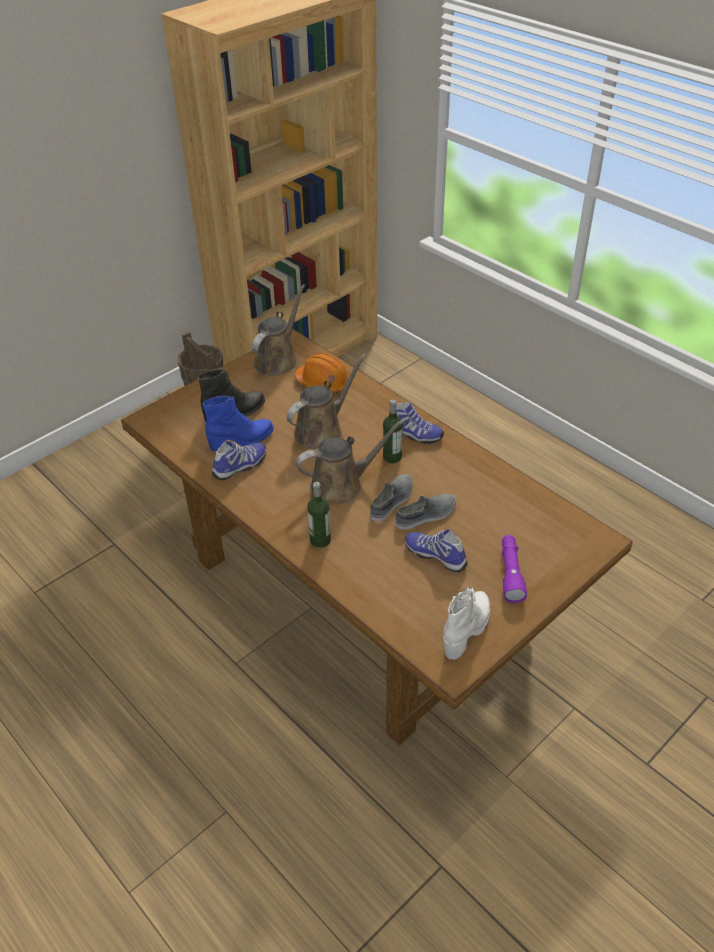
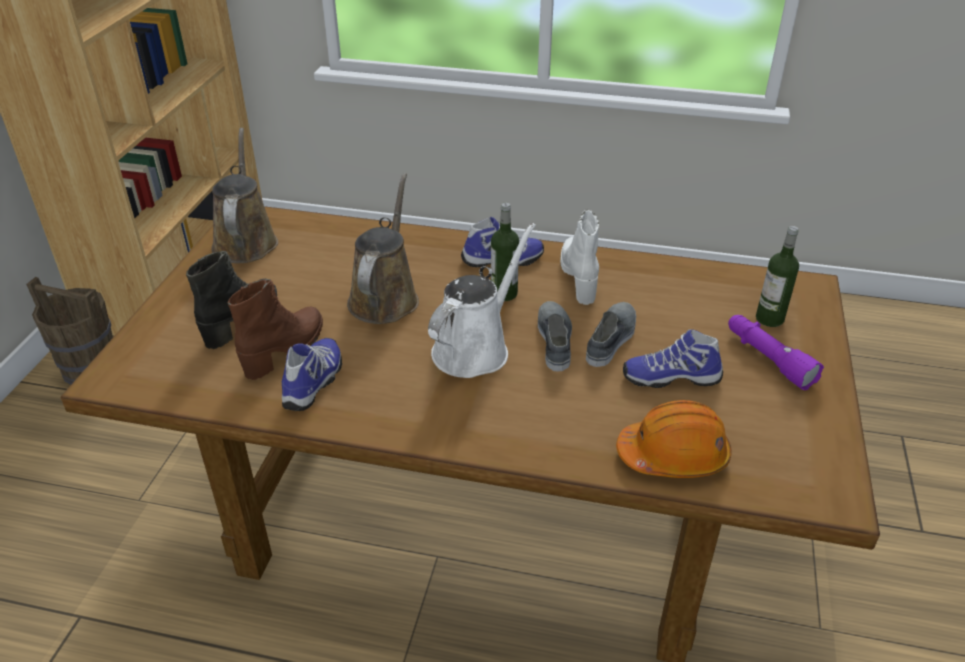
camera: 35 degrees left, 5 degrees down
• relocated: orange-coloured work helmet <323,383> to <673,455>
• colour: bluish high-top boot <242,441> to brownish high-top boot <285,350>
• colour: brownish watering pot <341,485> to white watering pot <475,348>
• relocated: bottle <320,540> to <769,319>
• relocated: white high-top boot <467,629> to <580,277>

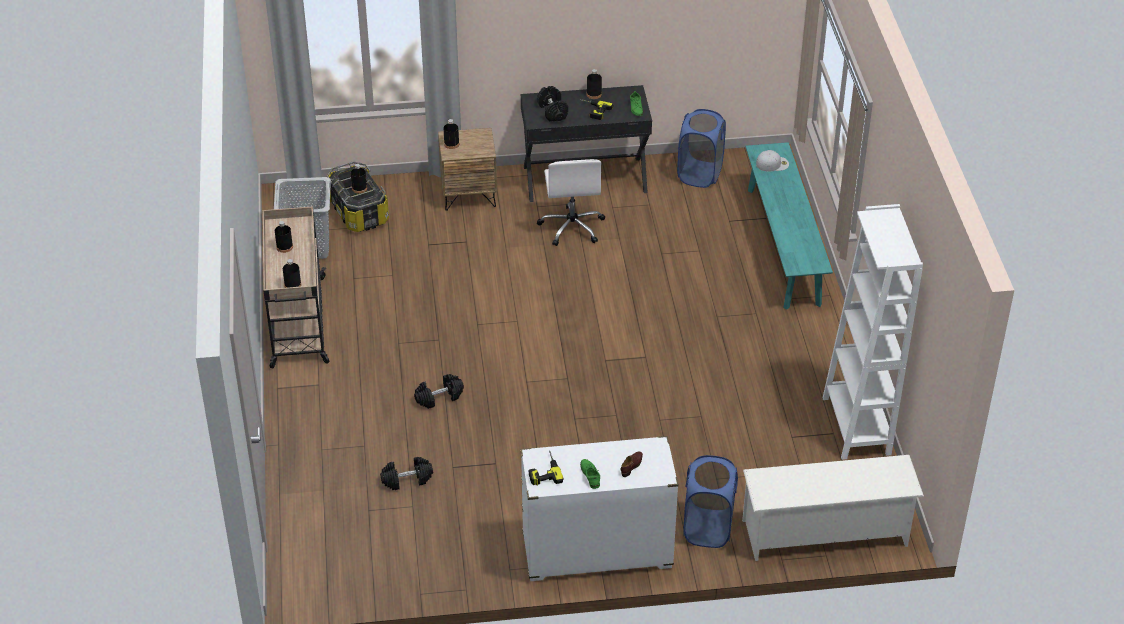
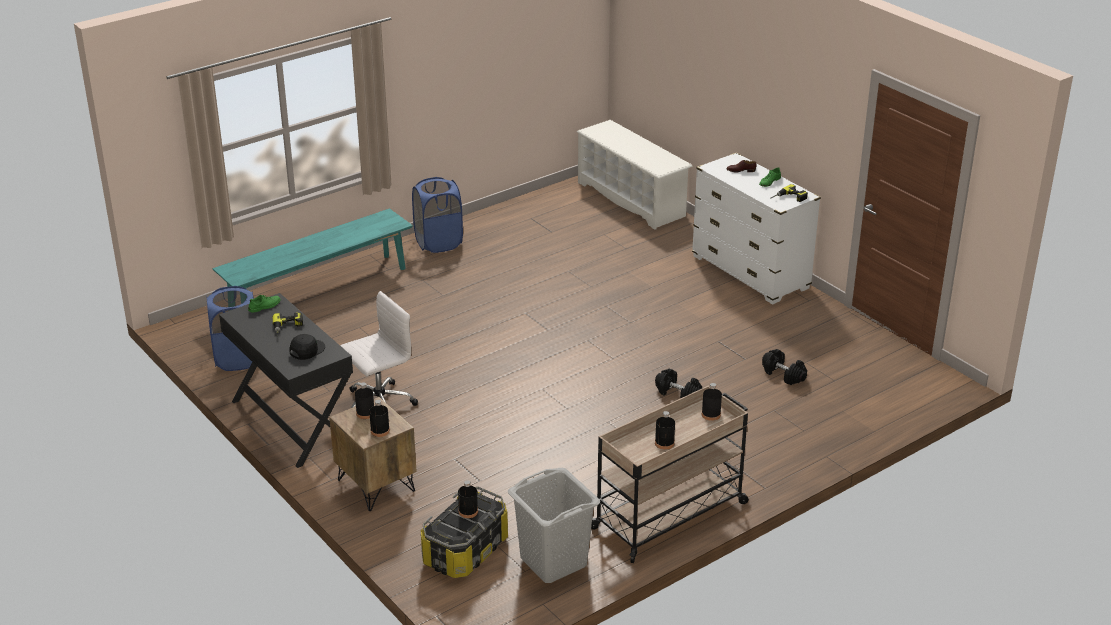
camera: 120 degrees left, 10 degrees down
• relocated: blackish bottle <594,94> to <365,413>
• exchanged: blackish dumbbell <553,111> to blackish peaked cap <307,350>
• missing: white peaked cap <772,164>
• missing: white bookcase <856,426>
• relocated: bluish washing basket <708,528> to <438,243>

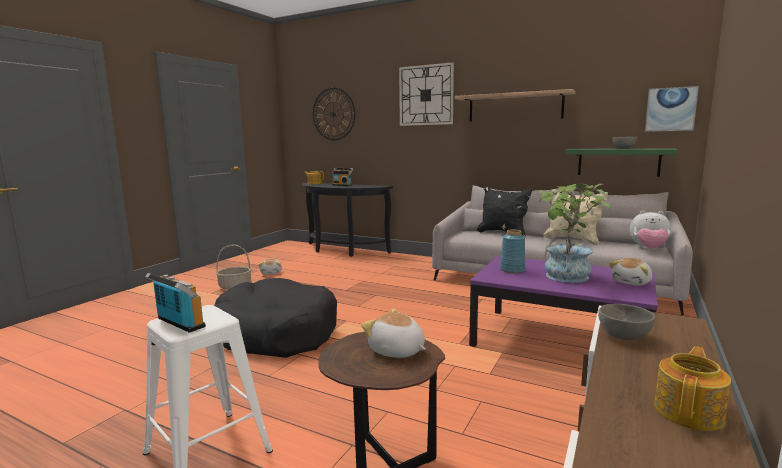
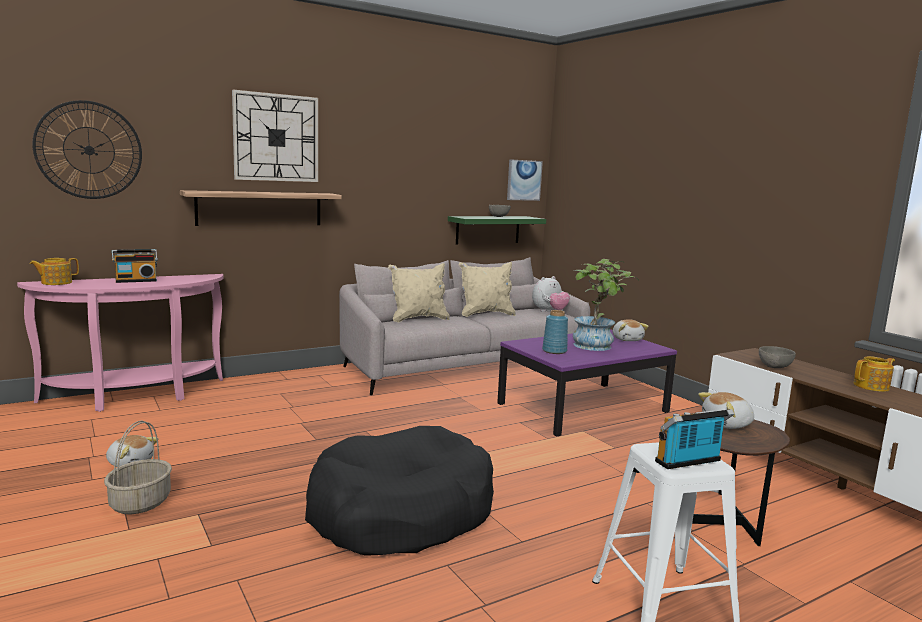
camera: 60 degrees left, 0 degrees up
• relocated: wall shelf <515,107> to <260,208>
• colour: blackish hall table <342,250> to pink-coloured hall table <136,397>
• colour: blackish cushion <502,233> to beige cushion <418,319>
• spun: pot for tea <689,412> = <872,386> 90 degrees clockwise

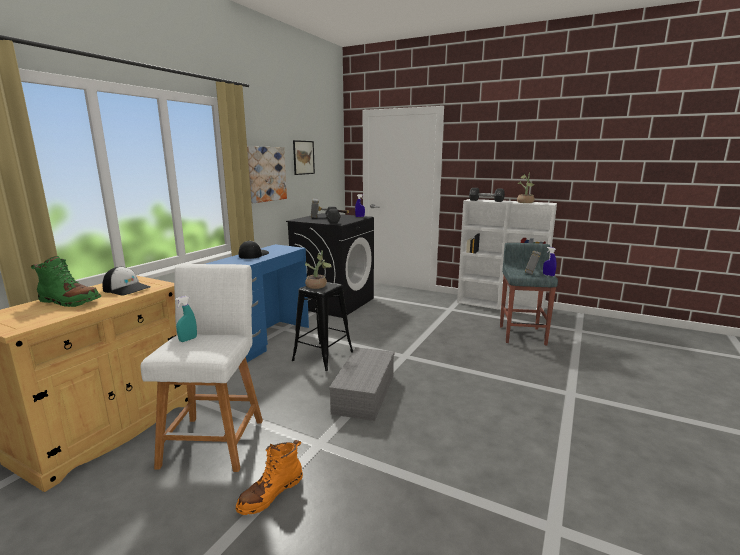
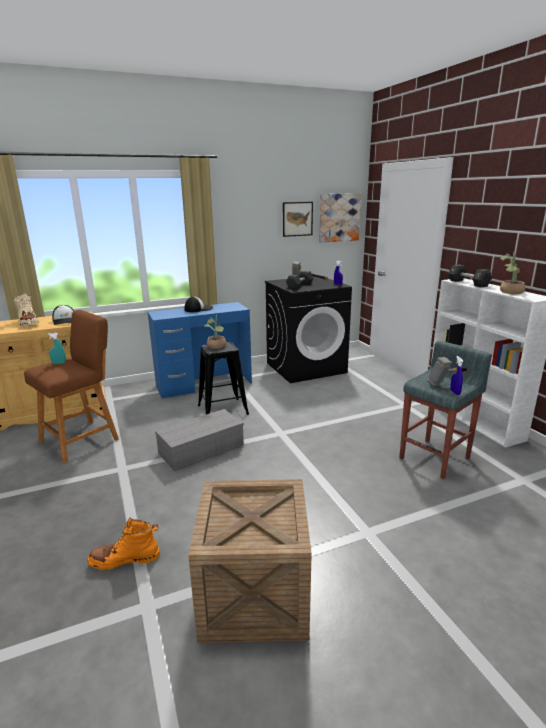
camera: 40 degrees right, 5 degrees up
• relocated: wall art <266,174> to <339,217>
• colour: green high-top boot <69,301> to beige high-top boot <28,323>
• colour: white stool seat <215,439> to brownish stool seat <83,439>
• relocated: orange-coloured high-top boot <271,493> to <125,559>
• appeared: packing crate <254,594>

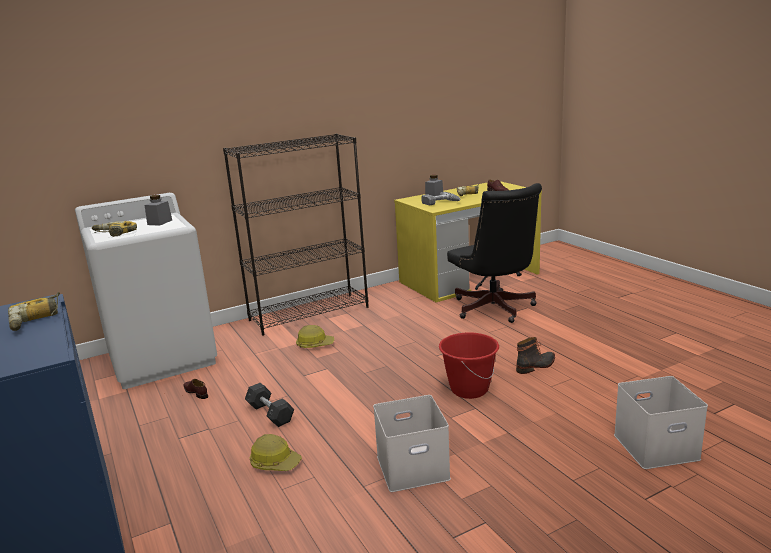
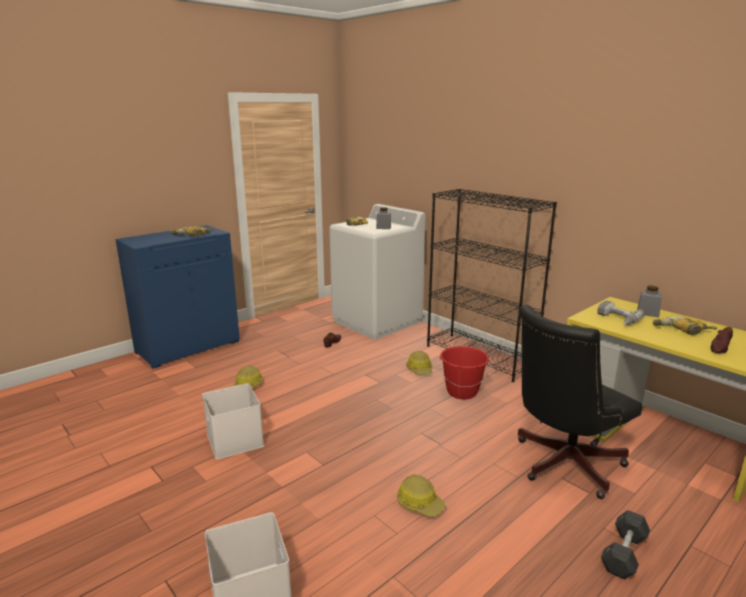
camera: 75 degrees right, 0 degrees up
• relocated: red bucket <469,389> to <462,392>
• exchanged: high-top boot <536,366> to work helmet <420,503>
• relocated: grey dumbbell <270,413> to <624,553>

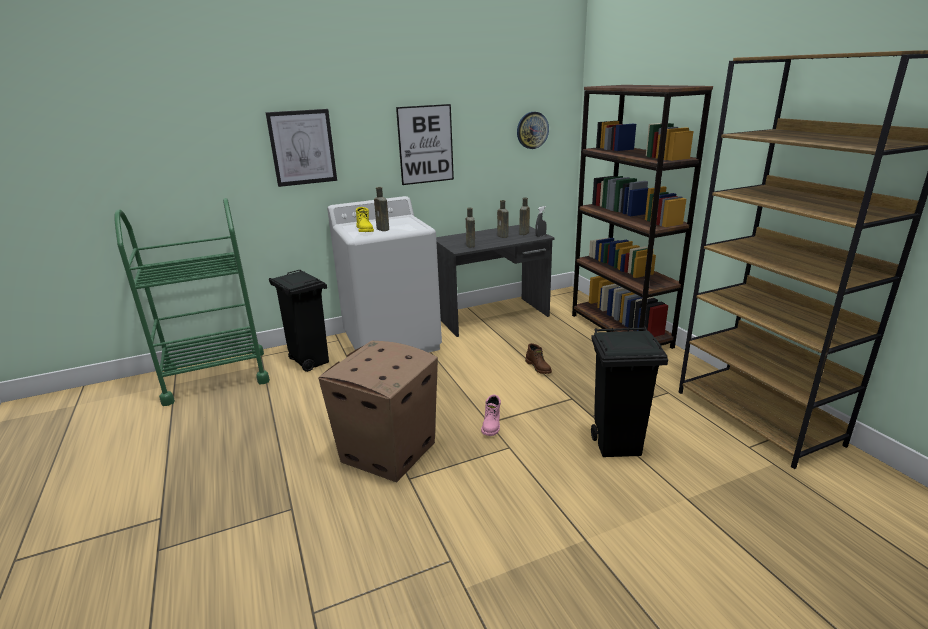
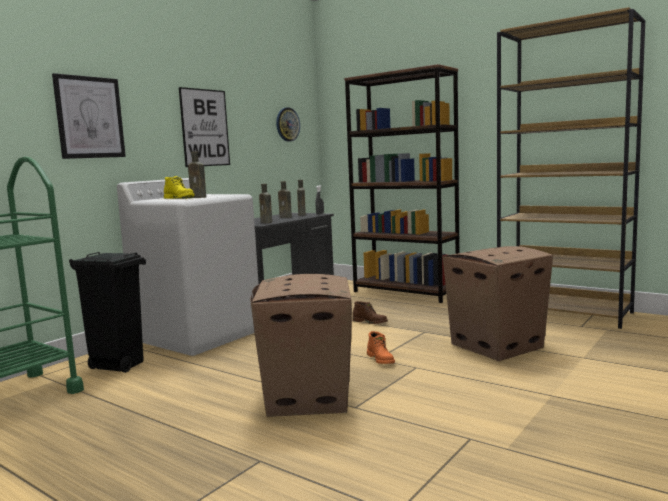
camera: 30 degrees left, 15 degrees down
• exchanged: blackish waste bin <618,445> to carton <497,346>
• colour: pink-coloured high-top boot <492,425> to orange-coloured high-top boot <381,359>

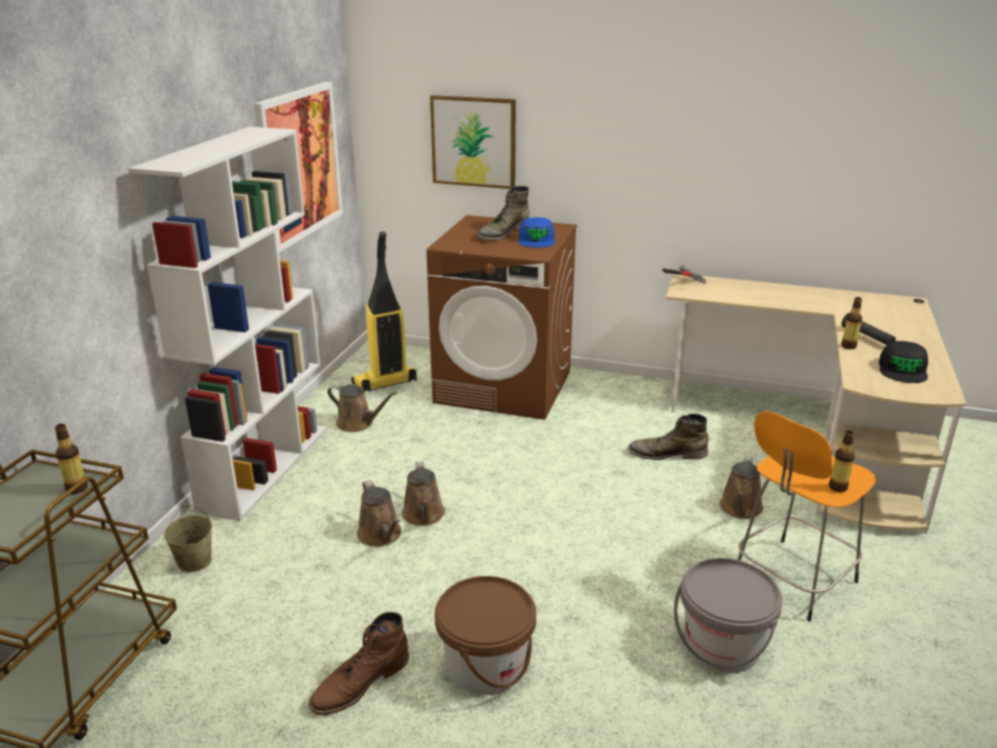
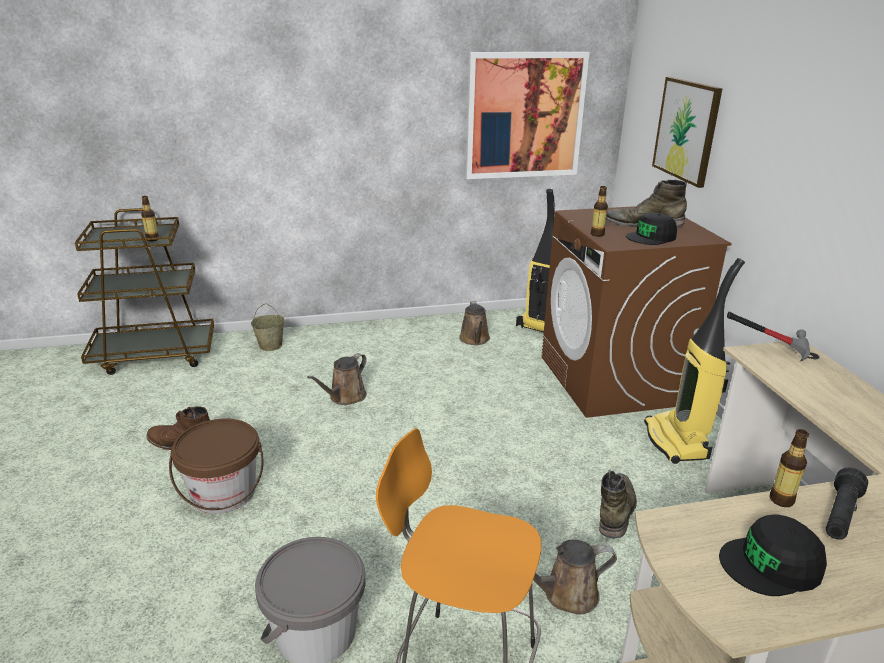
camera: 60 degrees right, 0 degrees up
• missing: white bookcase <265,467>
• colour: bluish peaked cap <536,240> to blackish peaked cap <651,237>
• spun: green high-top boot <667,453> = <616,509> 45 degrees clockwise
• relocated: bottle <837,487> to <597,234>
• missing: brownish watering pot <424,516>
• appeared: vacuum cleaner <677,441>

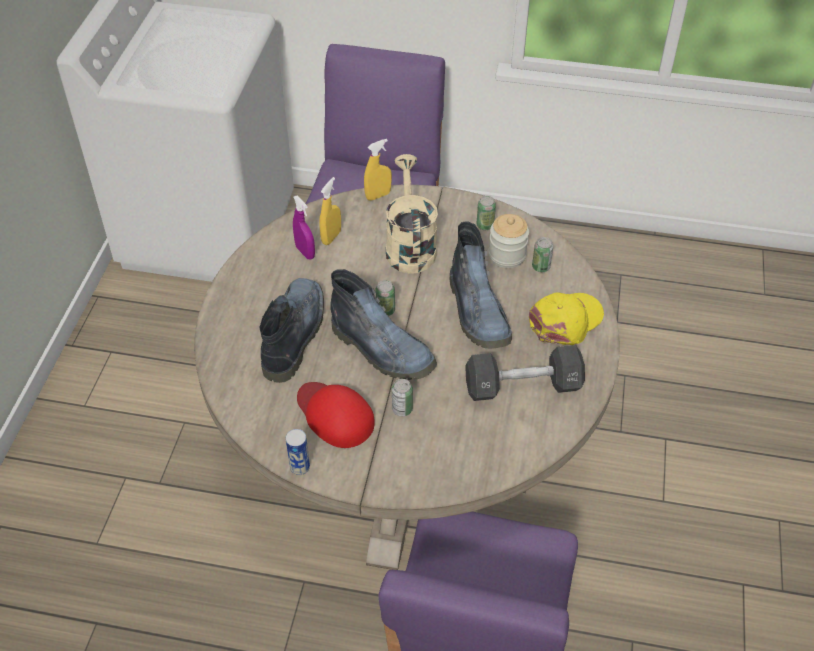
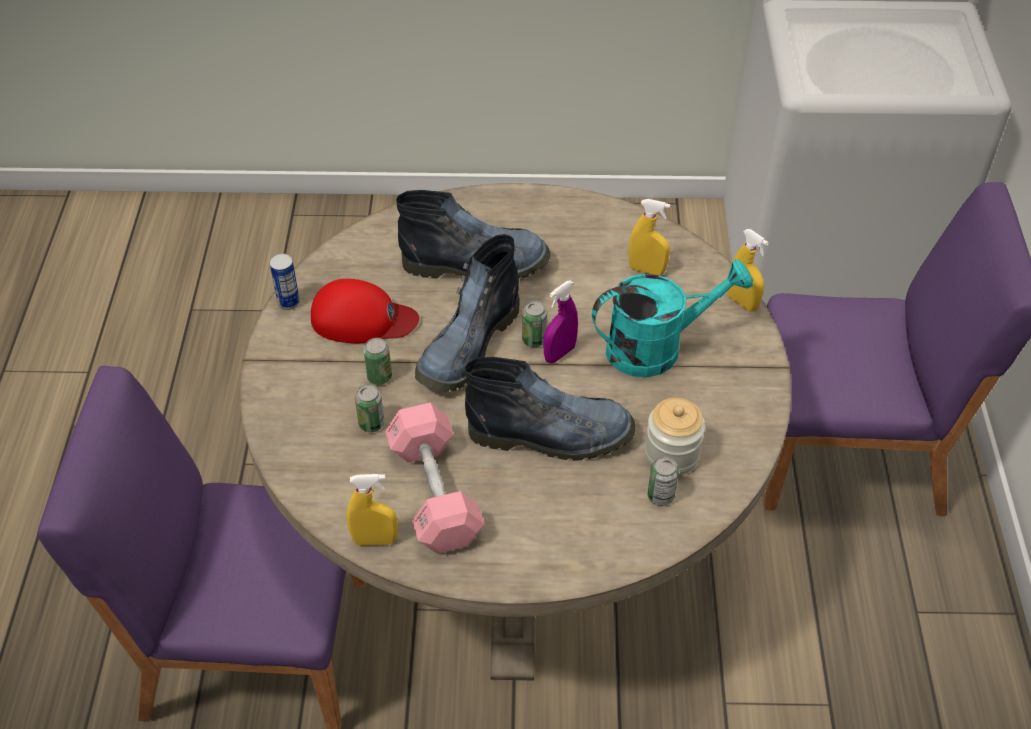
camera: 80 degrees right, 0 degrees up
• colour: beige watering pot <409,245> to blue-green watering pot <657,347>
• relocated: purplish spray bottle <305,252> to <559,353>
• relocated: sealed can <485,225> to <371,424>
• spun: high-top boot <479,313> = <553,434> 150 degrees counterclockwise
• missing: yellow peaked cap <566,321>
• colour: blackish dumbbell <522,386> to pink-coloured dumbbell <434,493>
• spun: red peaked cap <334,415> = <362,319> 60 degrees clockwise
• appeared: yellow spray bottle <375,540>

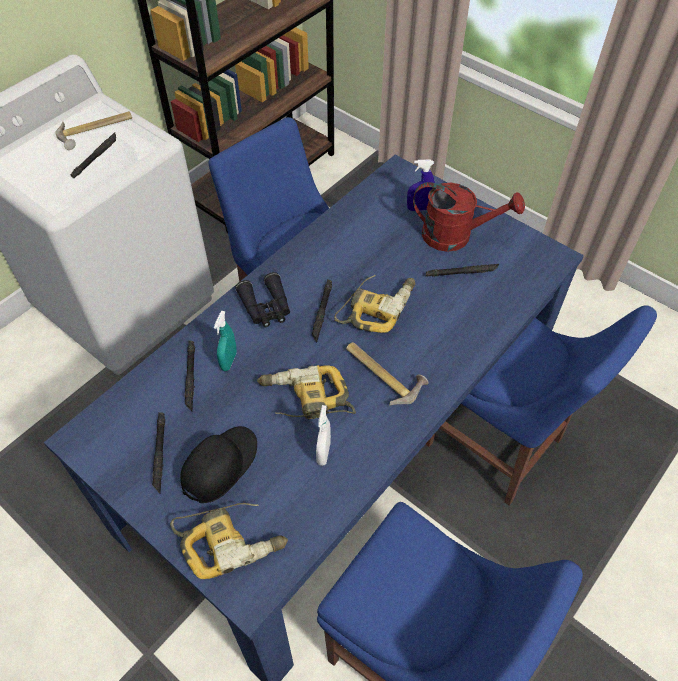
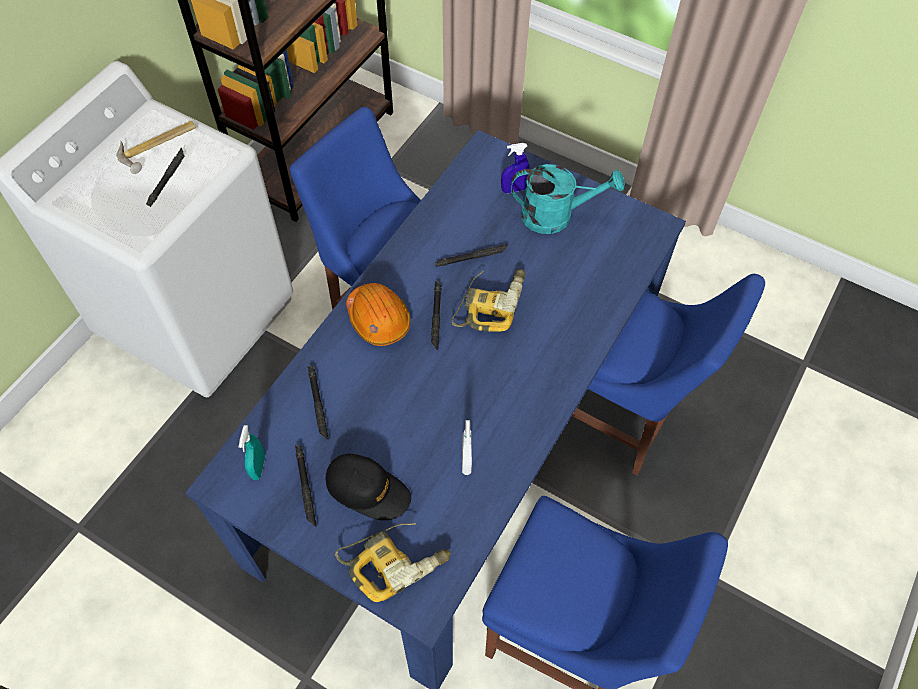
camera: 10 degrees left, 5 degrees up
• colour: red watering pot <456,236> to blue-green watering pot <556,215>
• relocated: blackish hand torch <462,272> to <471,257>
• exchanged: blackish pair of binoculars <266,307> to orange-coloured work helmet <378,319>
• relocated: blue-green spray bottle <229,361> to <258,467>
• missing: hammer <383,373>
• missing: drill <305,399>
• spun: blackish peaked cap <220,465> = <368,489> 90 degrees clockwise

